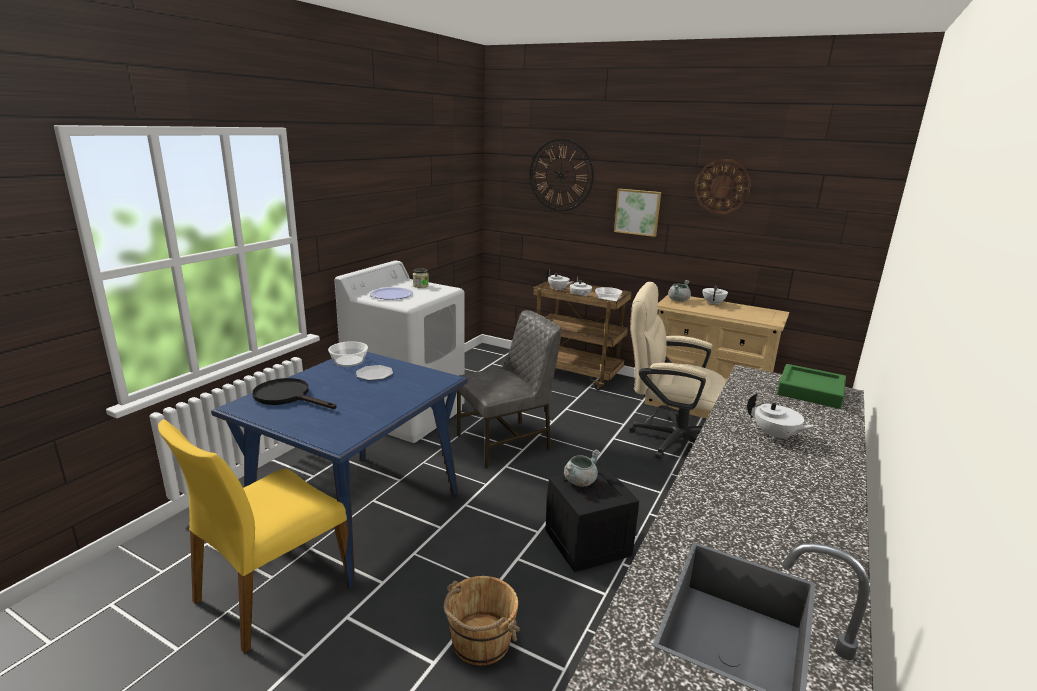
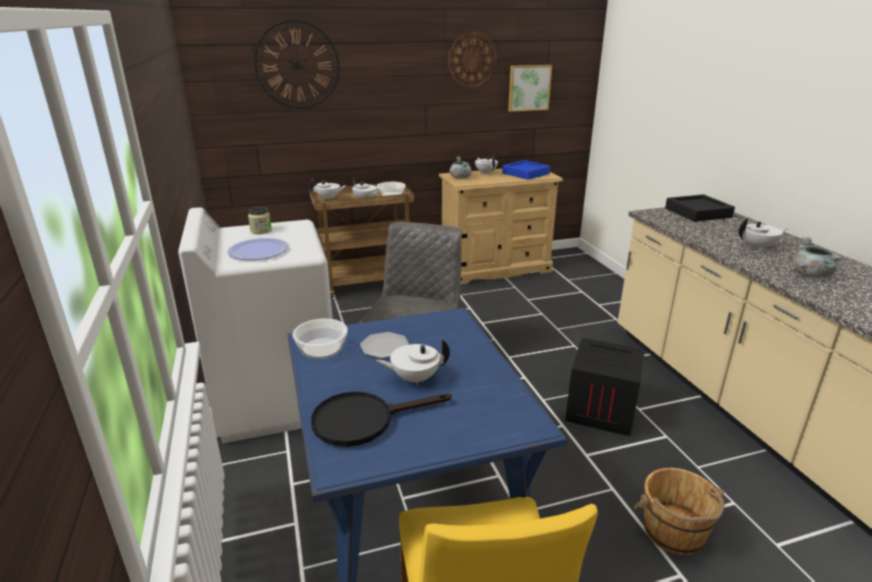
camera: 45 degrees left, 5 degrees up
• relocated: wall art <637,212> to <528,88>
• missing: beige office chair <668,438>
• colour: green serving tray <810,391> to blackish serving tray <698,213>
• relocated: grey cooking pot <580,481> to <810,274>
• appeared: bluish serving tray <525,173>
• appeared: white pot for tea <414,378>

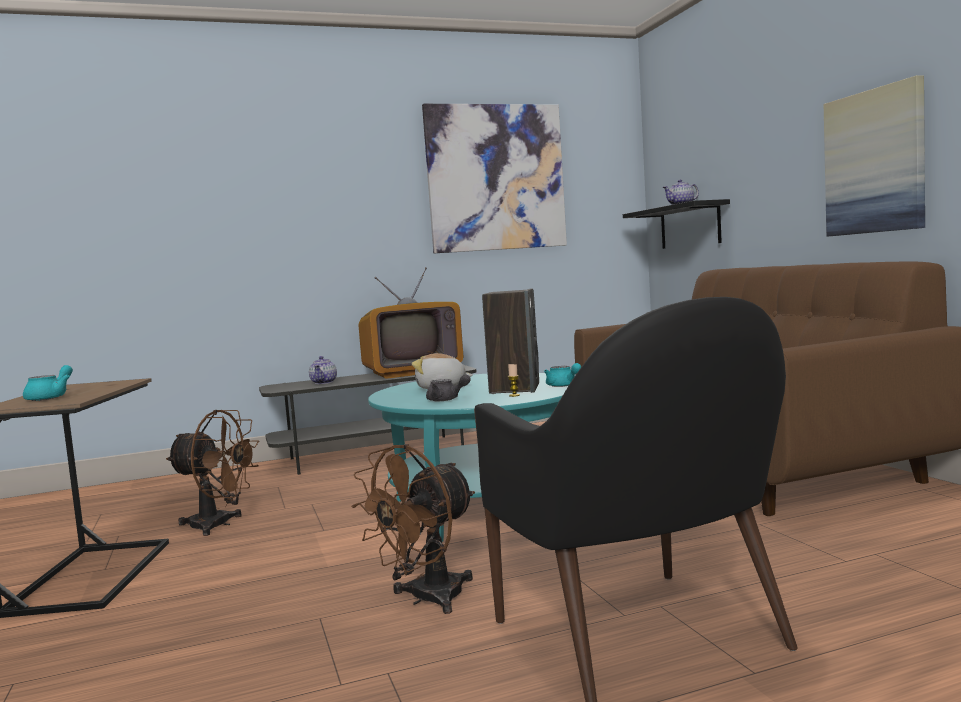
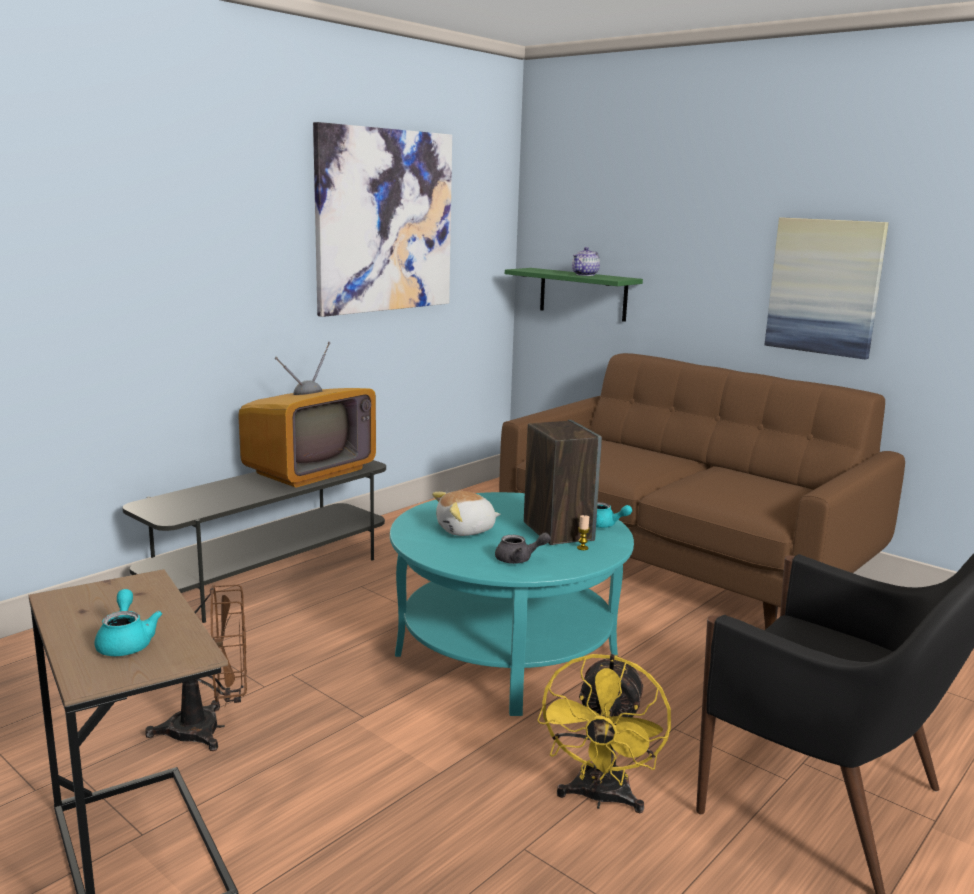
camera: 30 degrees left, 10 degrees up
• colour: blackish wall shelf <690,226> to green wall shelf <583,294>
• missing: pot for tea <324,382>
• colour: brownish electric fan <426,599> to yellow electric fan <600,798>

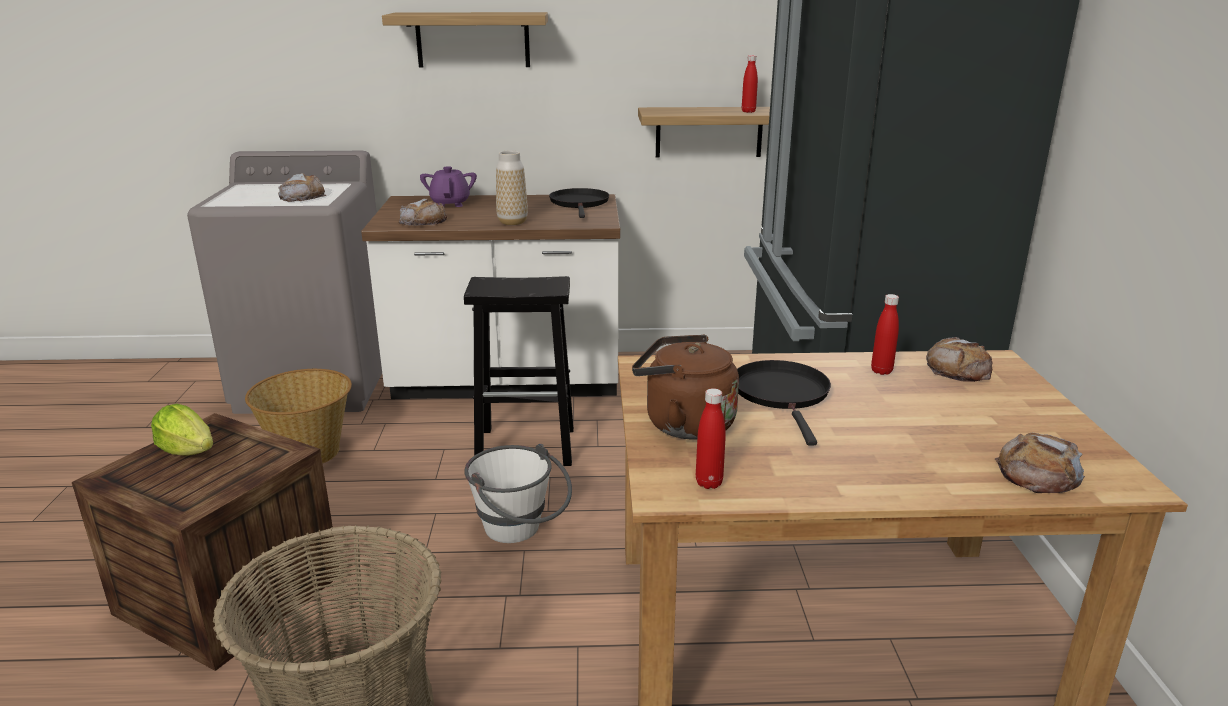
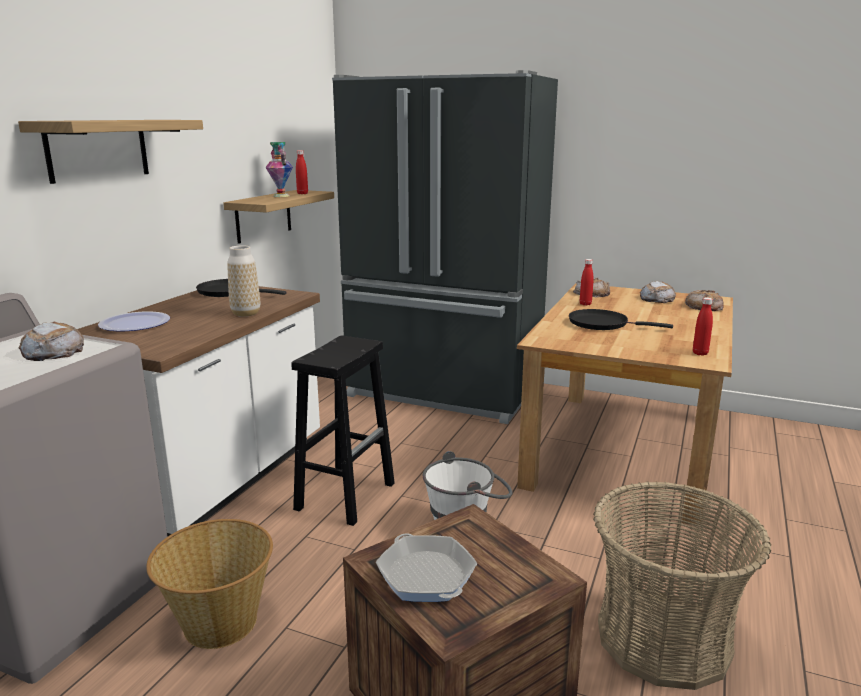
camera: 65 degrees left, 5 degrees down
• exchanged: purplish pot for tea <450,203> to dinner plate <135,323>
• relocated: bakery bread <423,221> to <656,298>
• missing: brownish kettle <683,424>
• exchanged: lettuce head <188,451> to pan <426,575>
• appeared: decorative vase <281,196>

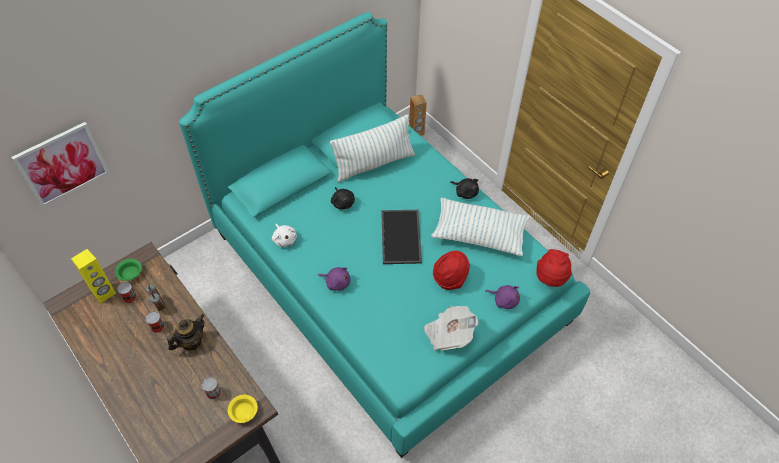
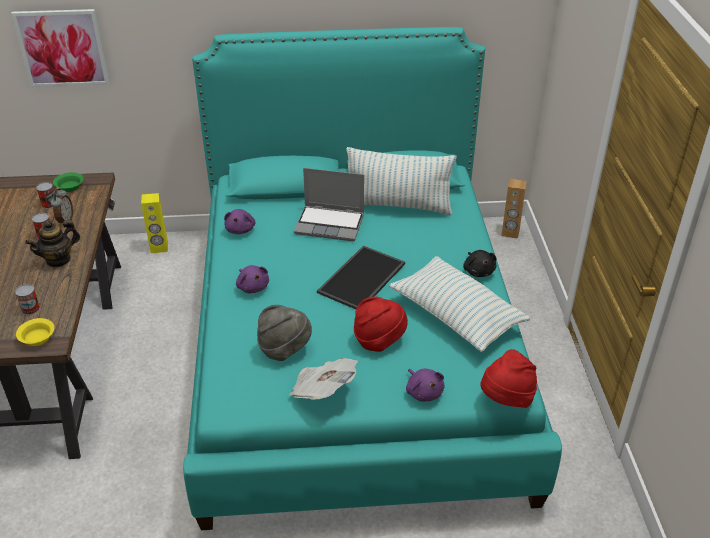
camera: 35 degrees right, 15 degrees down
• exchanged: blackish cuddly toy <342,202> to laptop <330,224>
• colour: white cuddly toy <284,239> to purplish cuddly toy <240,229>
• relocated: yellow speaker <104,293> to <159,248>
• spun: pot for tea <191,341> = <58,260> 150 degrees clockwise
• appeared: grey wearable hat <284,349>

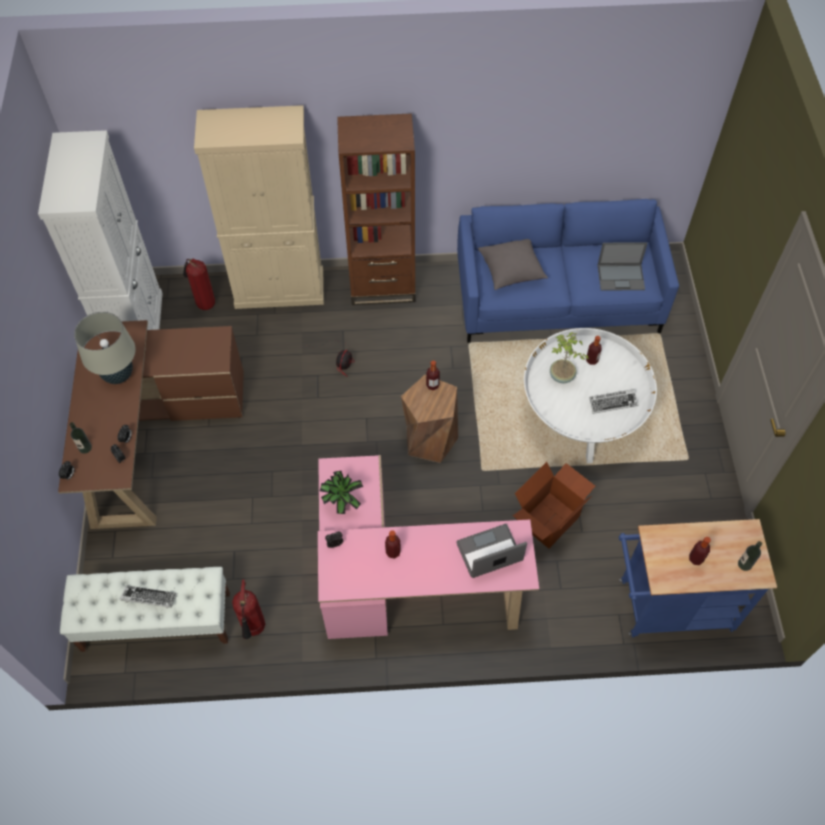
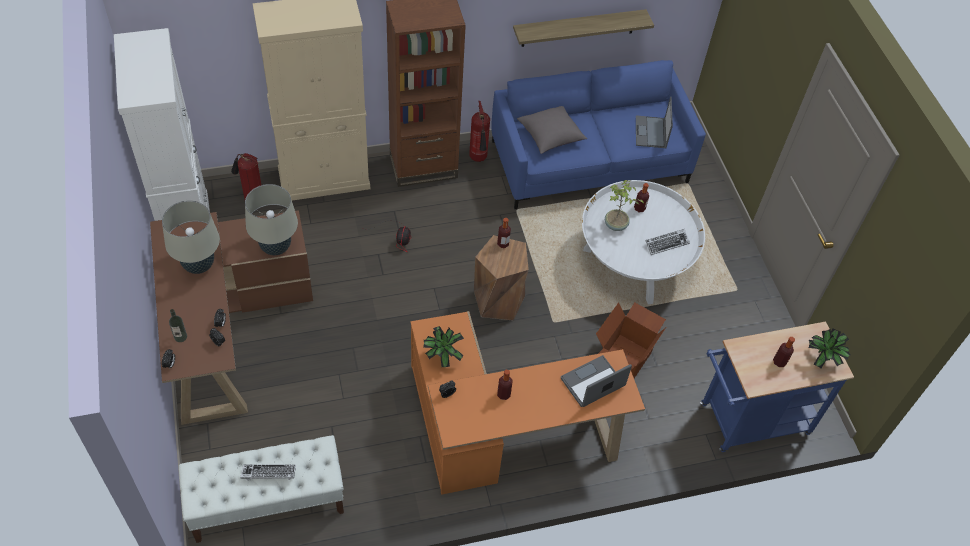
camera: 15 degrees left, 5 degrees down
• spun: laptop <621,277> = <651,132> 105 degrees clockwise
• colour: pink-coloured desk <404,581> to orange-coloured desk <502,432>
• exchanged: bottle <744,564> to houseplant <822,361>
• relocated: extinguisher <254,629> to <479,159>
• appeared: wall shelf <578,28>
• appeared: beige lamp for a table <275,247>

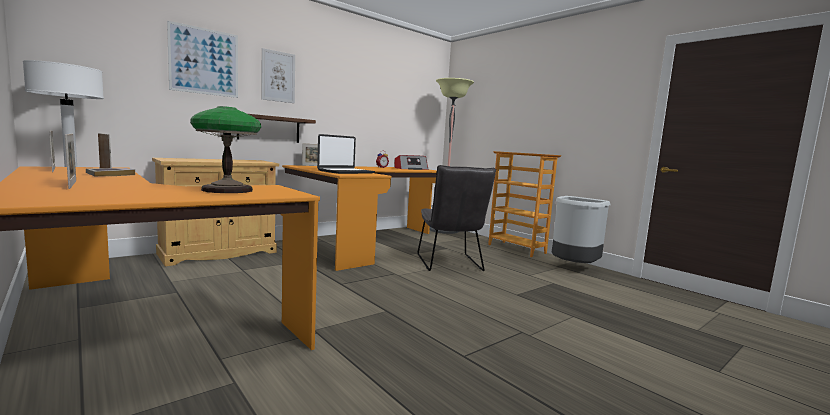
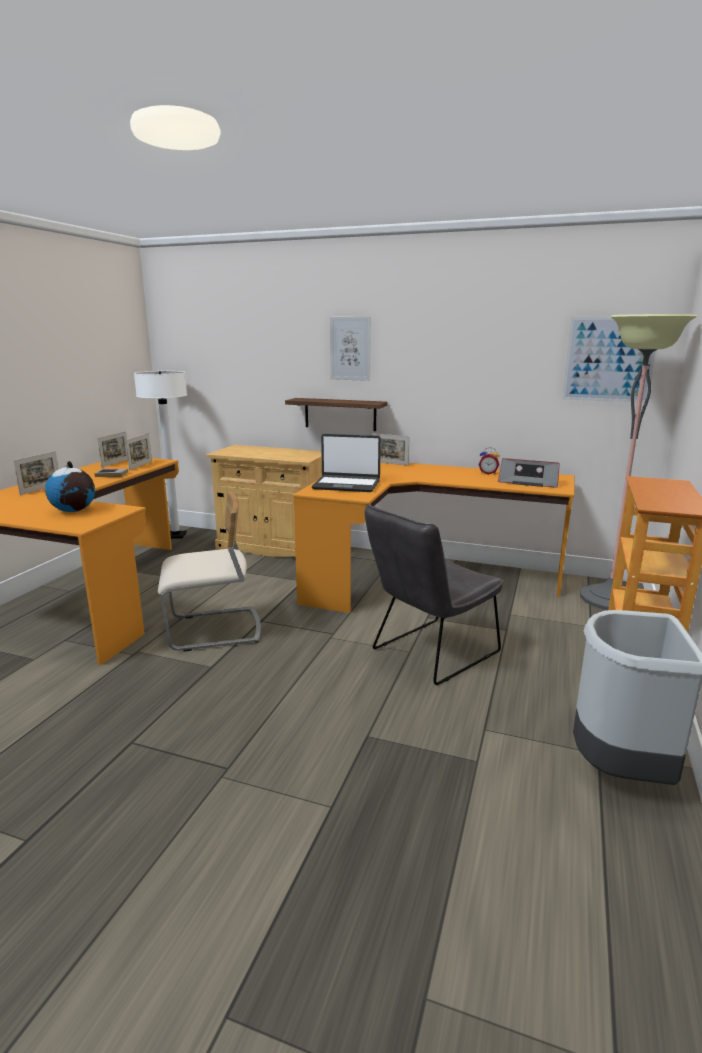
camera: 60 degrees right, 10 degrees up
• relocated: wall art <204,61> to <609,359>
• exchanged: lamp for a table <228,190> to world globe <74,511>
• appeared: beige upright chair <214,630>

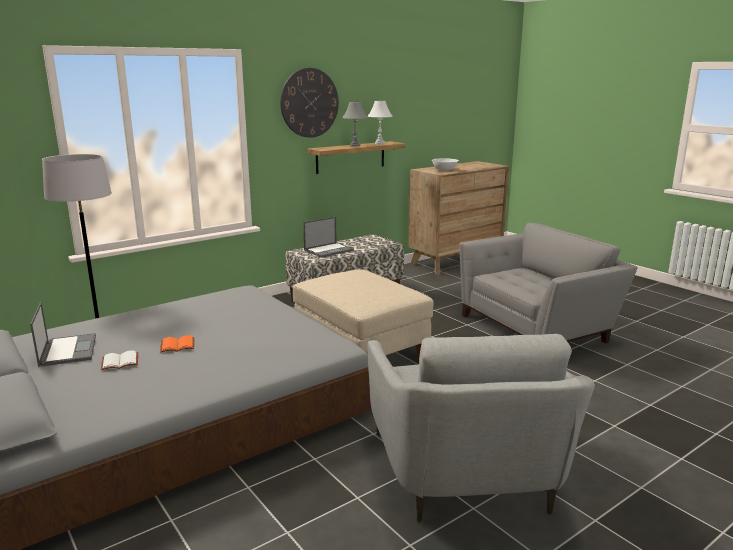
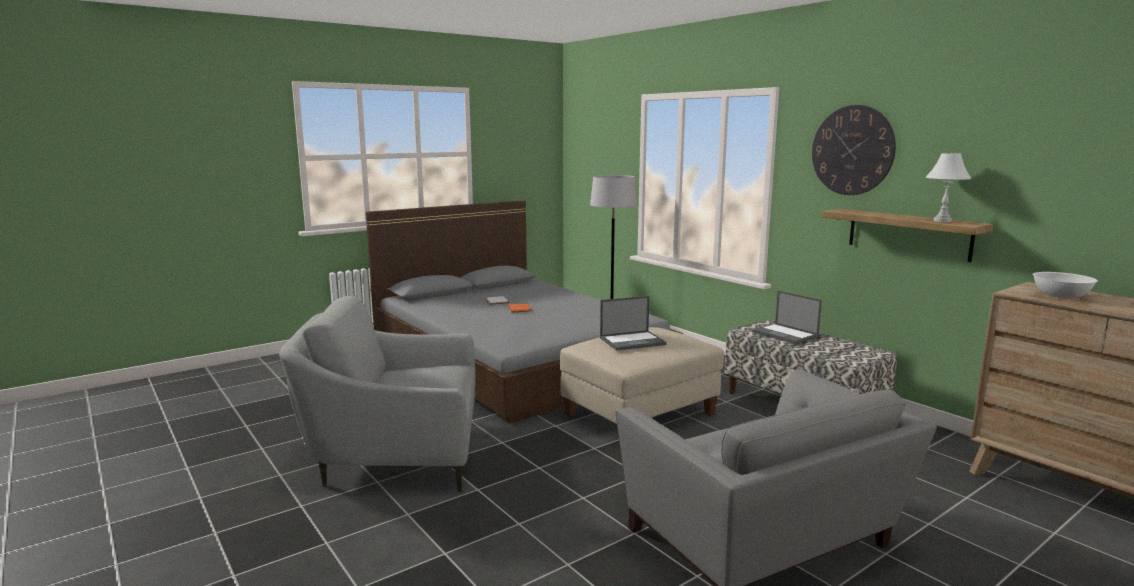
camera: 90 degrees right, 5 degrees down
• missing: grey lamp for a table <355,146>
• relocated: laptop <68,350> to <633,341>

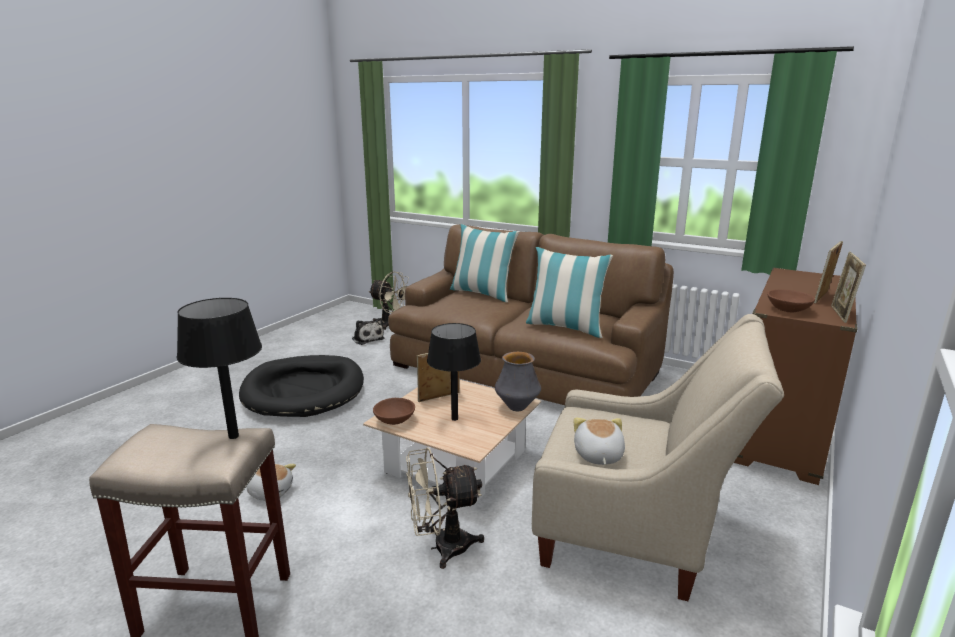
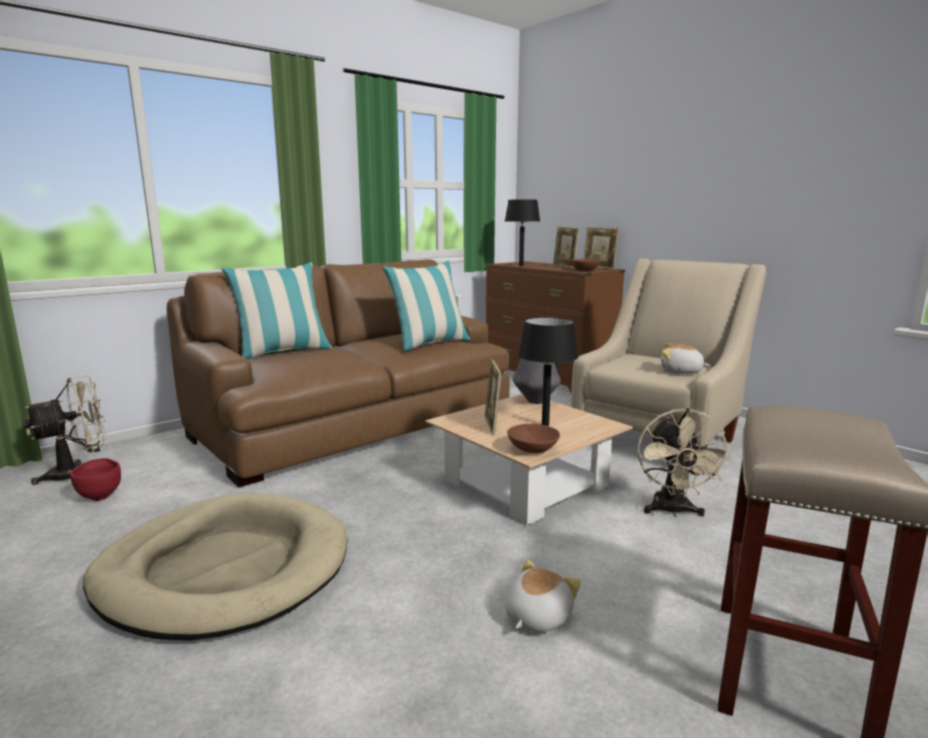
camera: 70 degrees left, 5 degrees down
• relocated: blackish lamp for a table <233,436> to <521,265>
• exchanged: cuddly toy <367,338> to red deep dish <100,496>
• colour: blackish dog cushion <304,390> to beige dog cushion <224,570>

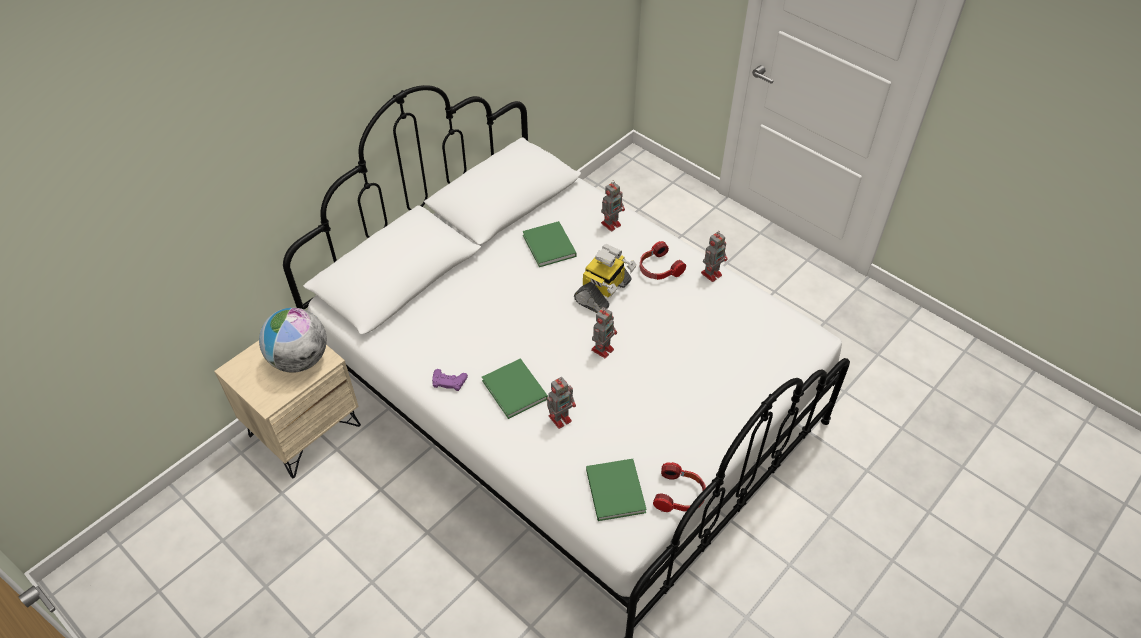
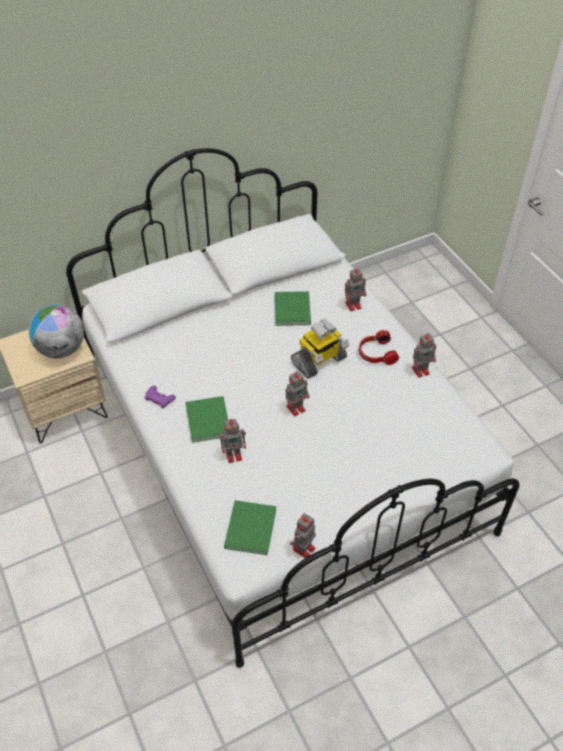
camera: 20 degrees right, 0 degrees up
• exchanged: pair of headphones <680,495> to robot figure <303,550>

